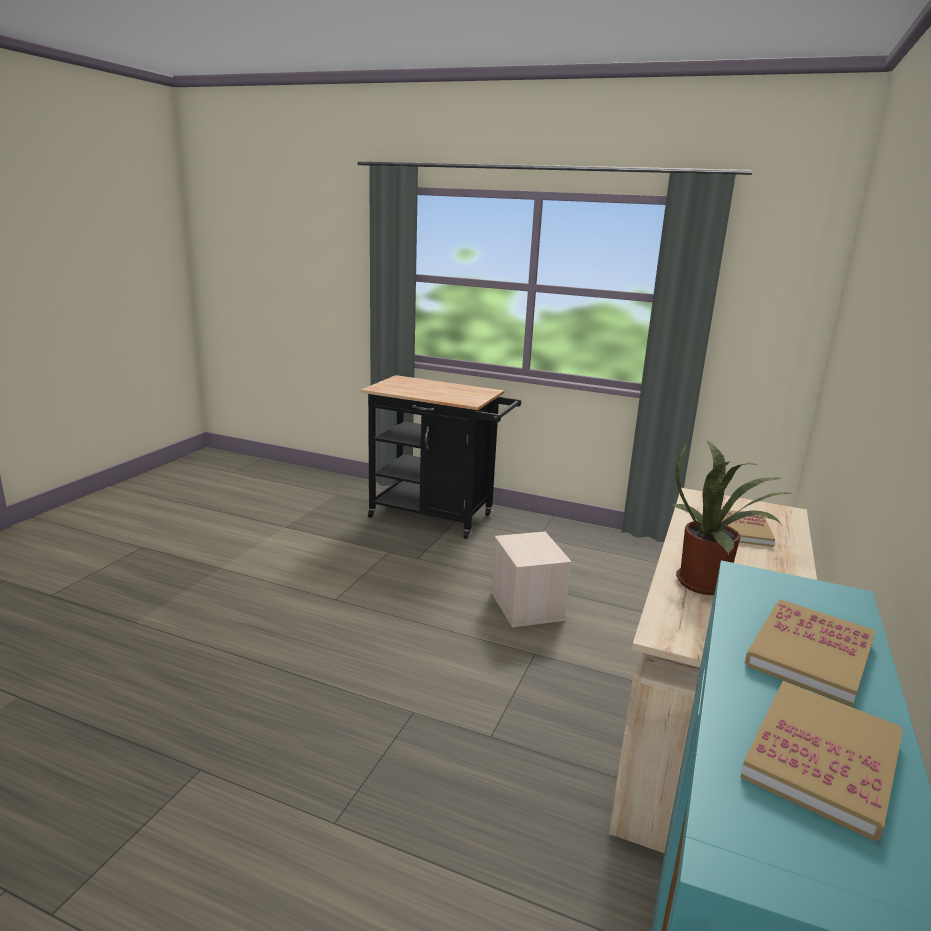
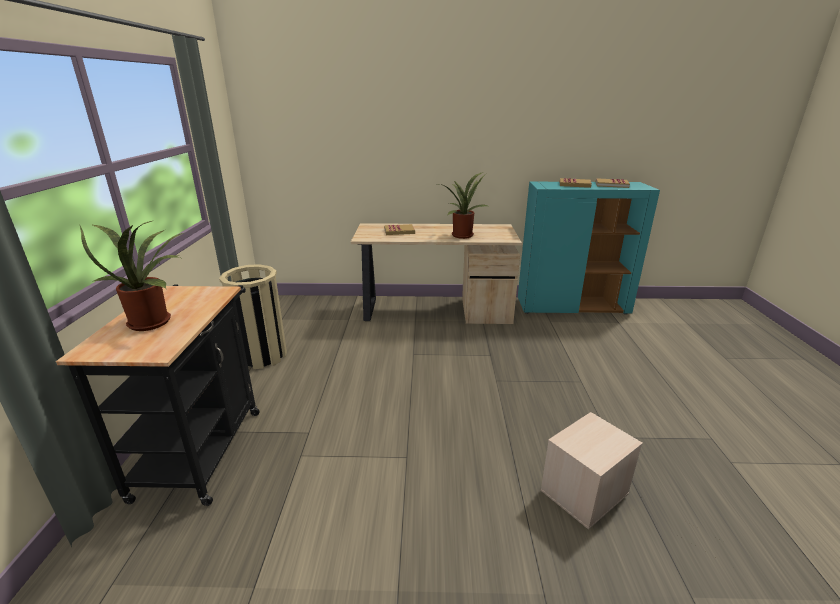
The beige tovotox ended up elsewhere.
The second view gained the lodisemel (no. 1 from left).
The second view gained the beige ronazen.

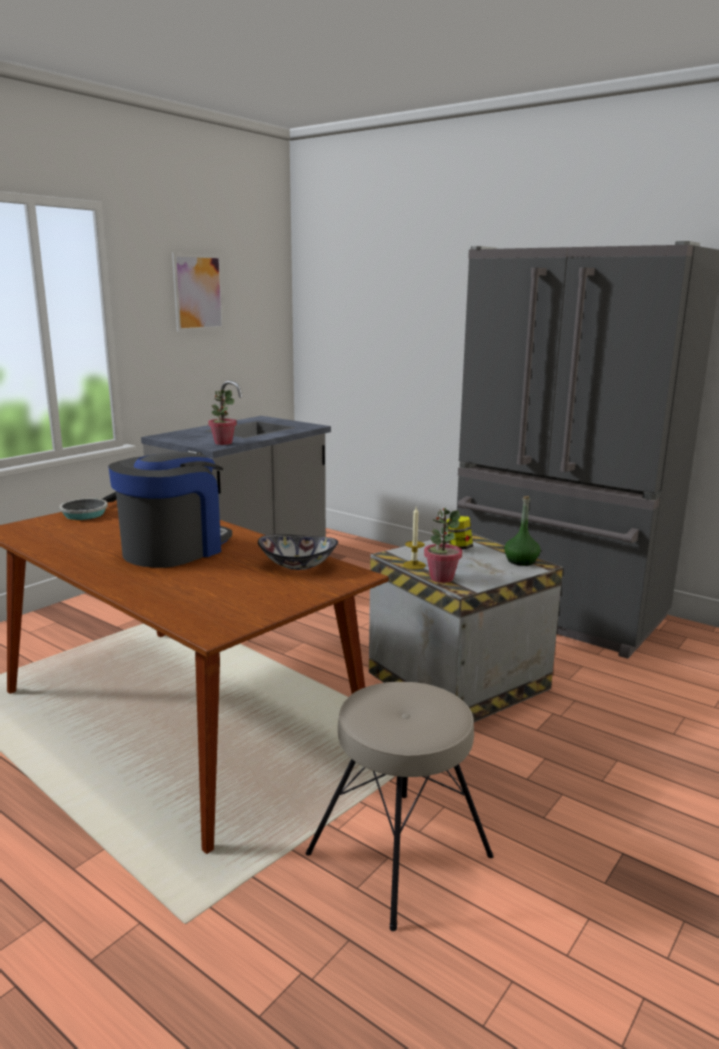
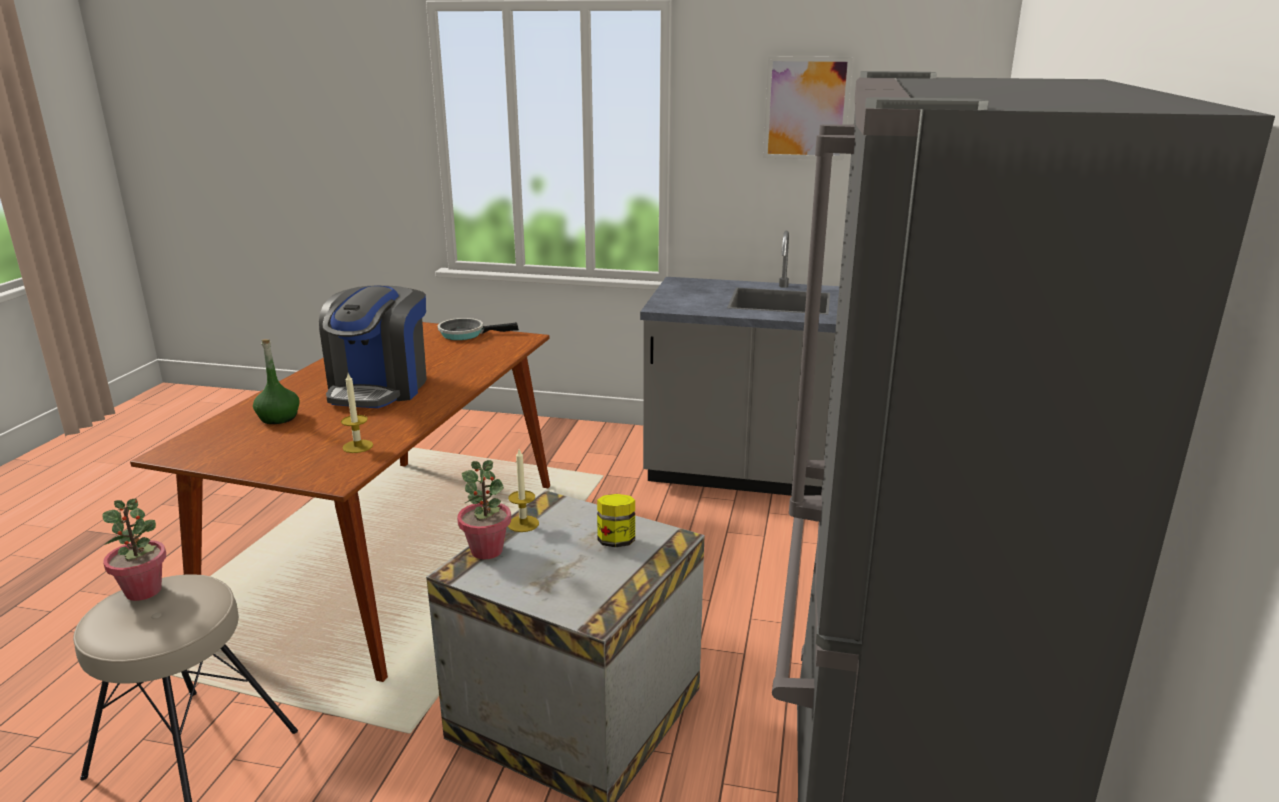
The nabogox ended up facing another way, 90 degrees clockwise from before.
The lodisemel (no. 1 from left) ended up elsewhere.
Where the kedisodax stood, the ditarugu (no. 1 from left) came to stand.
The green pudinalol ended up elsewhere.

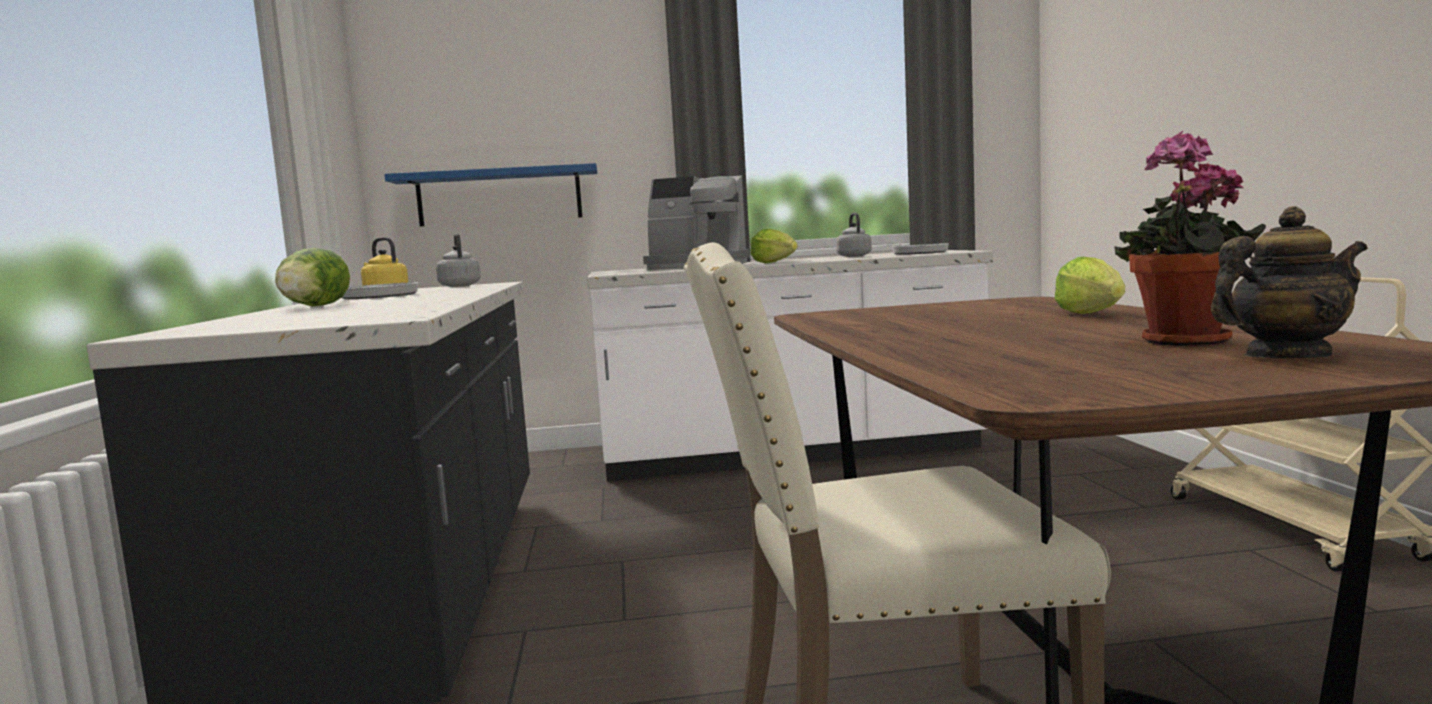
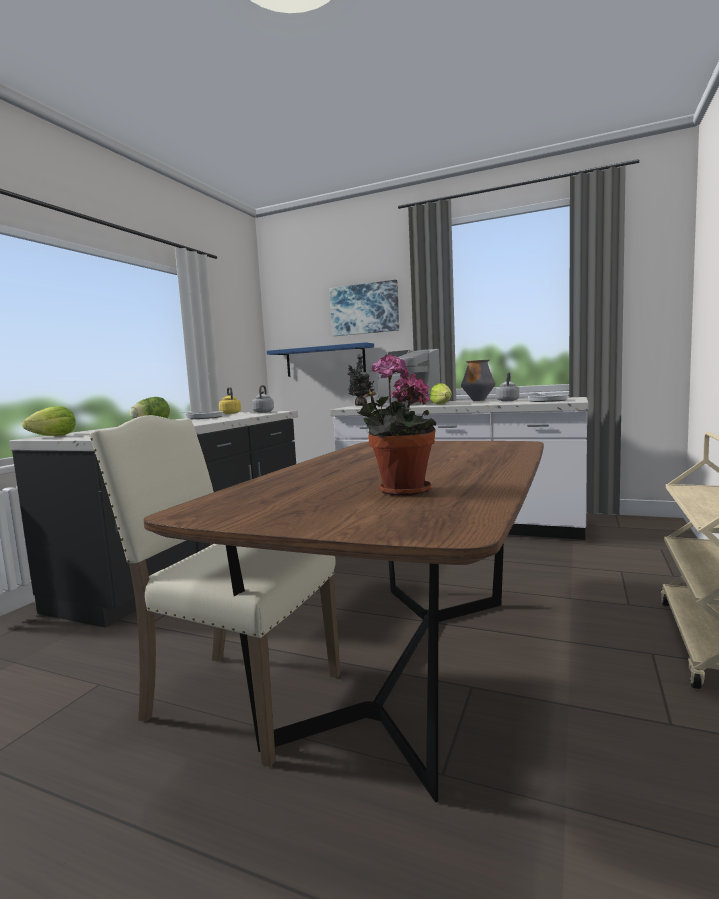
The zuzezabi (no. 3 from left in the first image) ended up elsewhere.
The second view lost the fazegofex.
The second view gained the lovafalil.
The second view gained the lodisemel (no. 1 from left).
The second view gained the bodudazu.

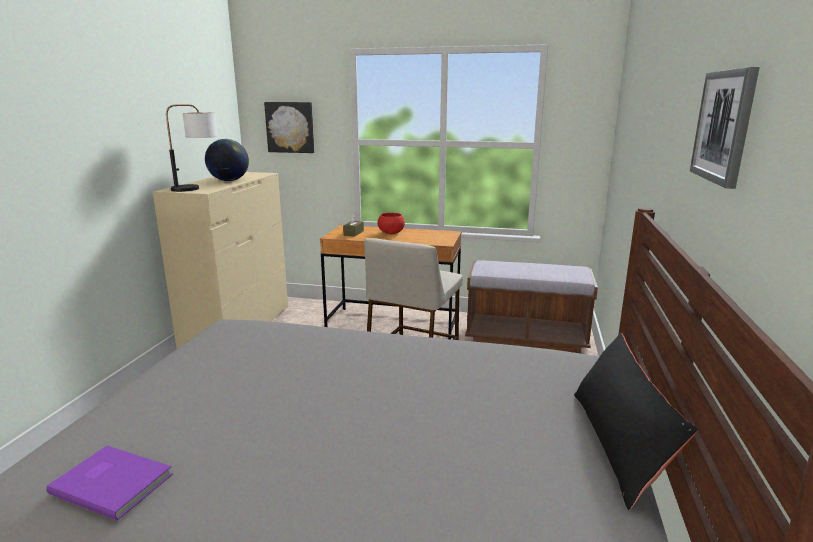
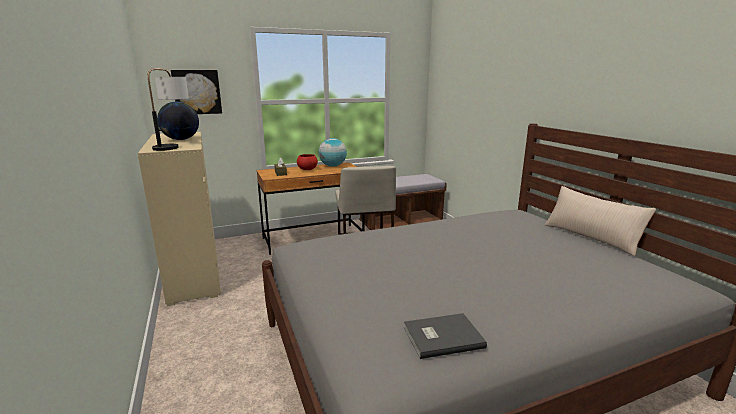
What was the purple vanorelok turned into the grey vanorelok.
What was the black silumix turned into the beige silumix.
The second view lost the lovafalil (no. 2 from left).
The second view gained the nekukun (no. 2 from left).

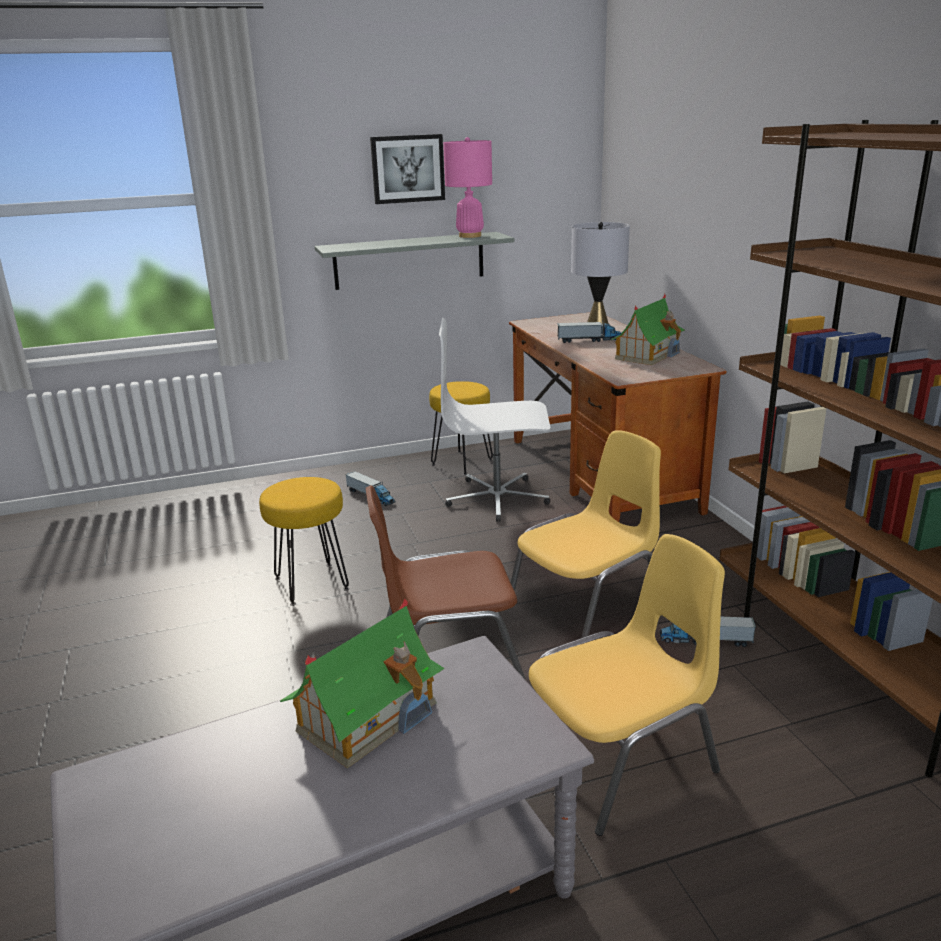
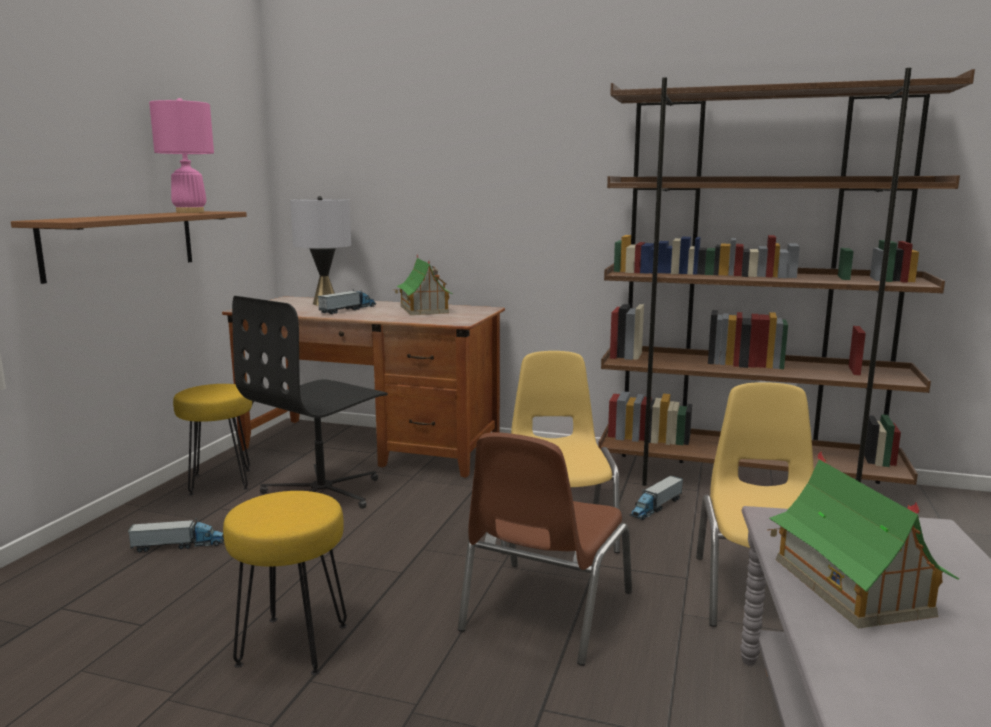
What was the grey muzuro turned into the brown muzuro.
The second view lost the lovafalil.
What was the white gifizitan turned into the black gifizitan.

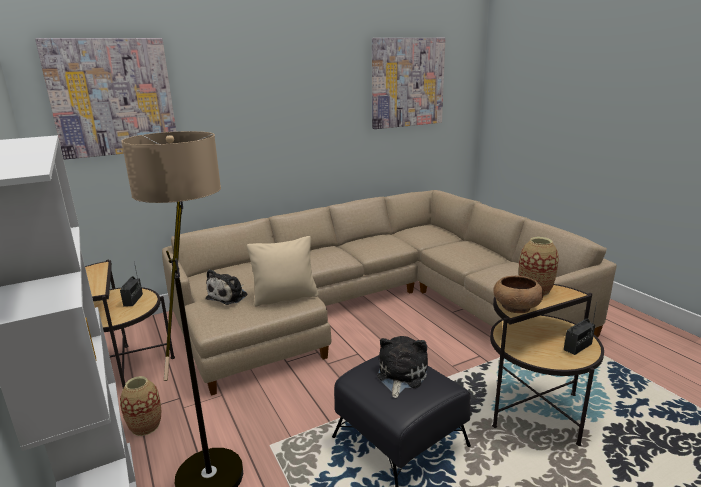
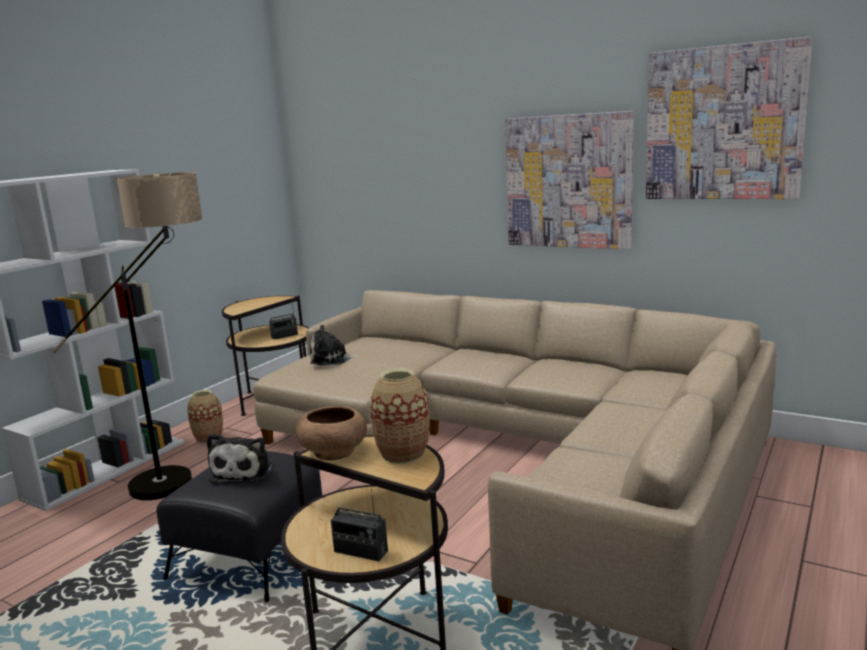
The lovafalil (no. 1 from left) ended up elsewhere.
The second view lost the beige silumix.
The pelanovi (no. 2 from left in the first image) ended up facing another way, 105 degrees clockwise from before.

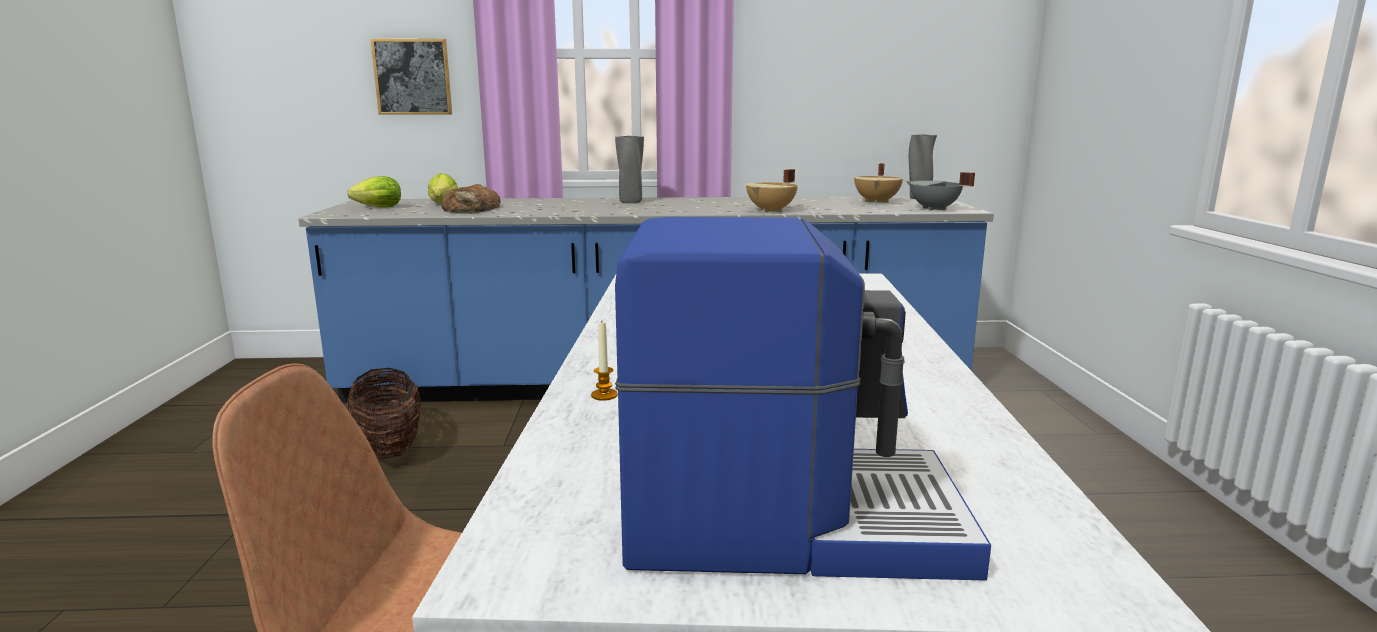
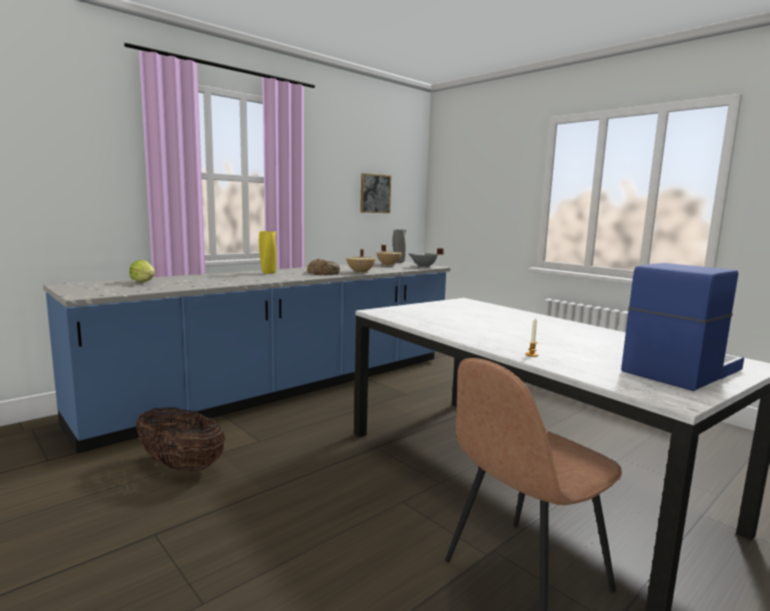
The second view lost the zuzezabi (no. 1 from left).
The lovafalil ended up elsewhere.
The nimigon ended up elsewhere.
What was the grey bodudazu (no. 1 from left) turned into the yellow bodudazu.

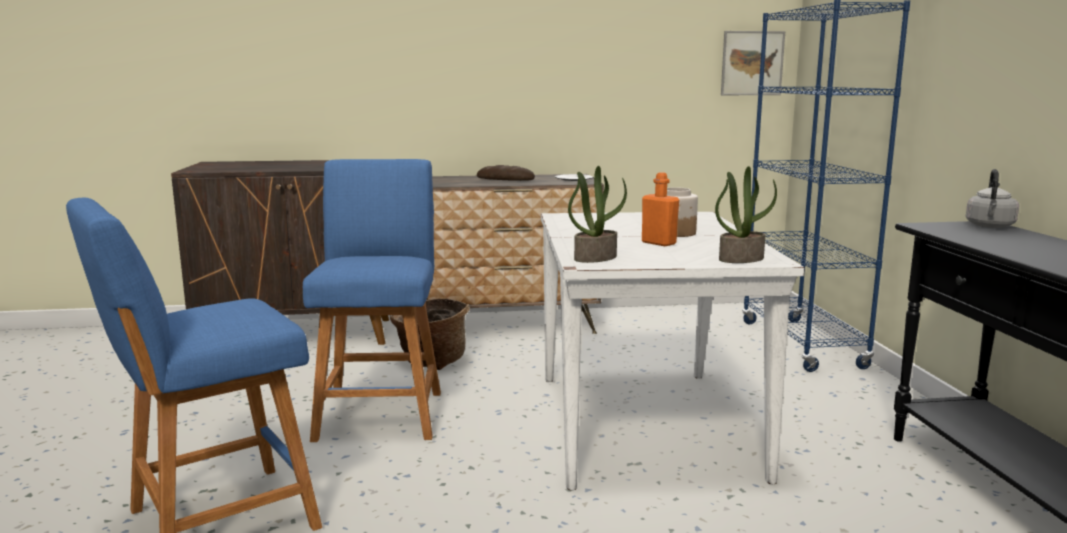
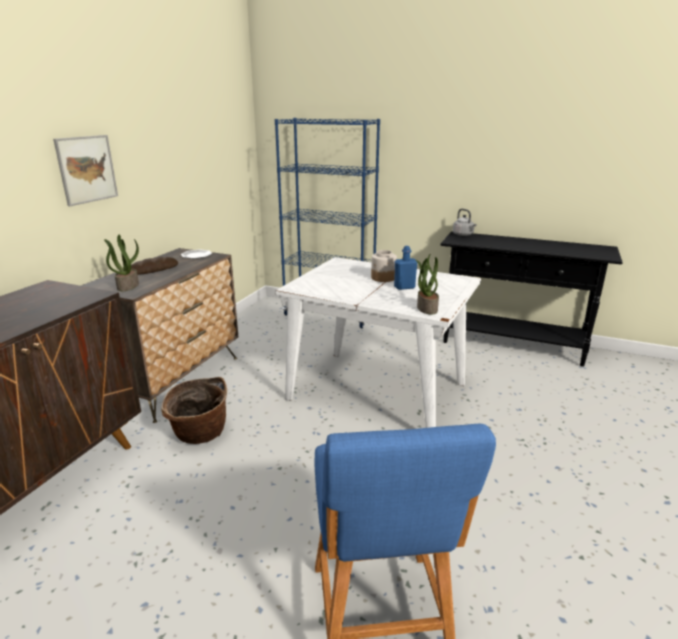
The second view lost the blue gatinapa (no. 2 from left).
What was the orange pudinalol turned into the blue pudinalol.
The lodisemel (no. 2 from left in the first image) ended up elsewhere.
The lovafalil ended up elsewhere.

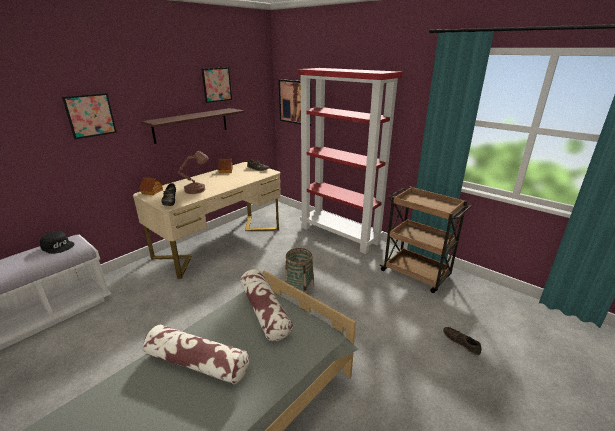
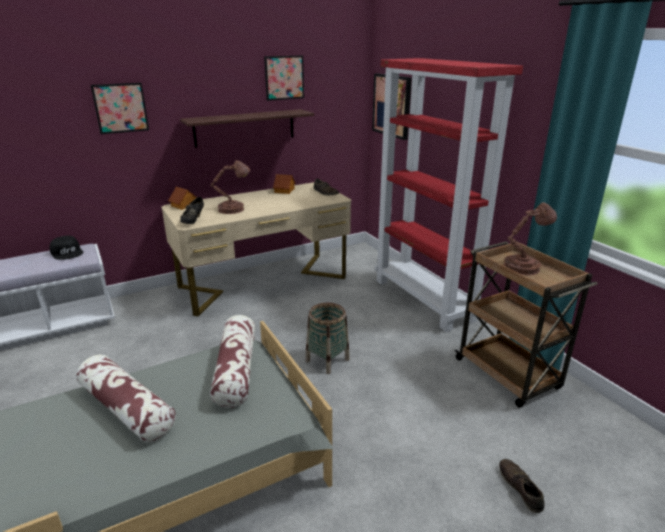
The second view gained the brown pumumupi (no. 2 from left).

